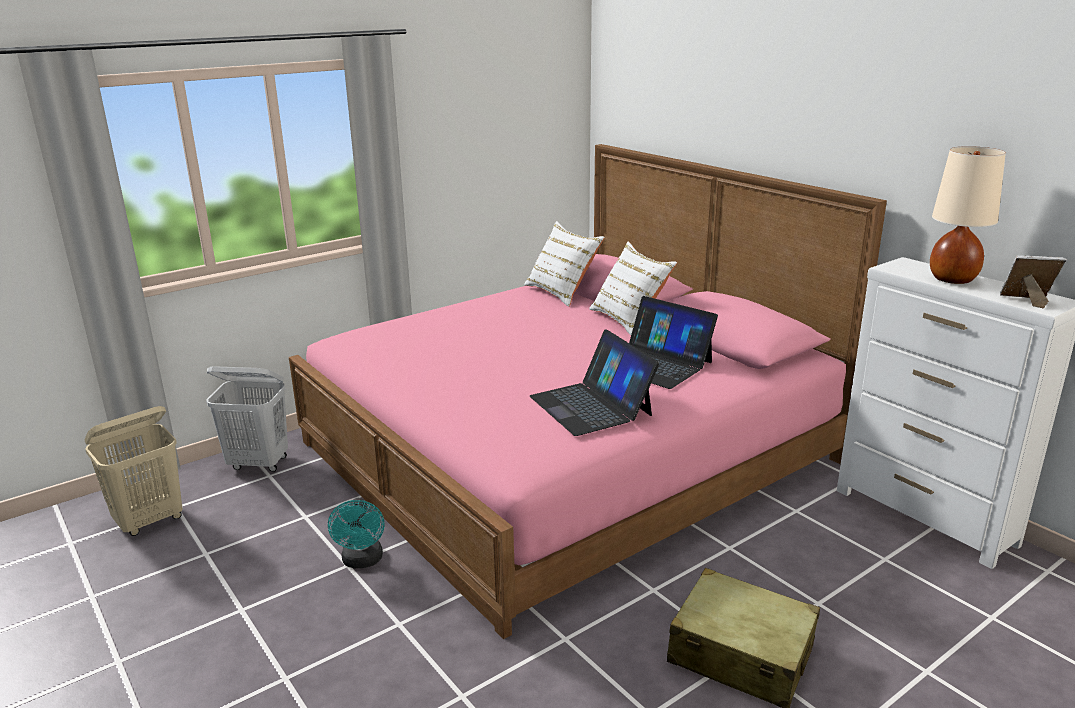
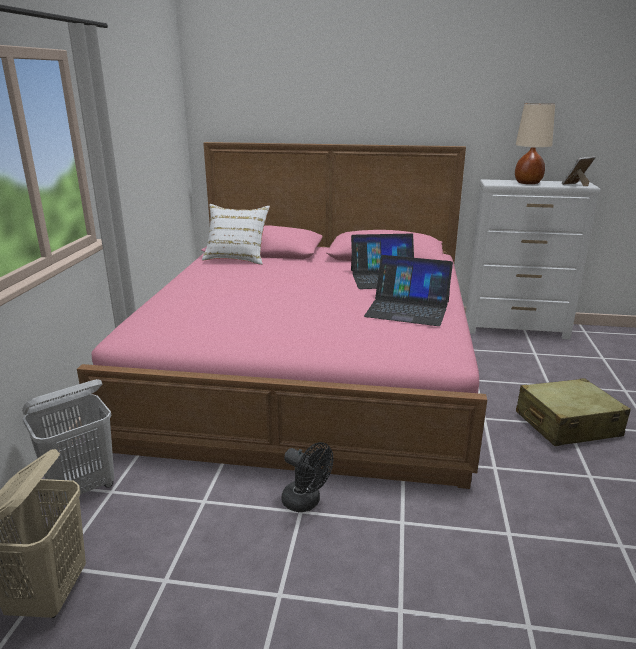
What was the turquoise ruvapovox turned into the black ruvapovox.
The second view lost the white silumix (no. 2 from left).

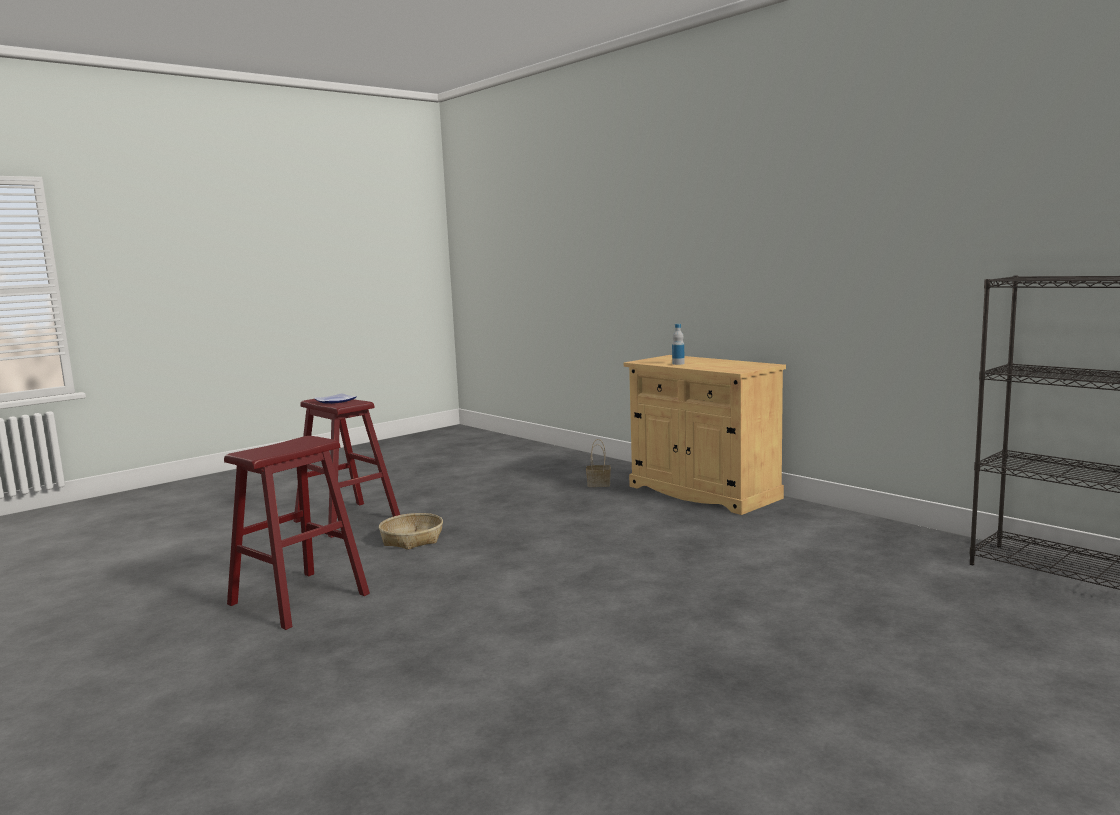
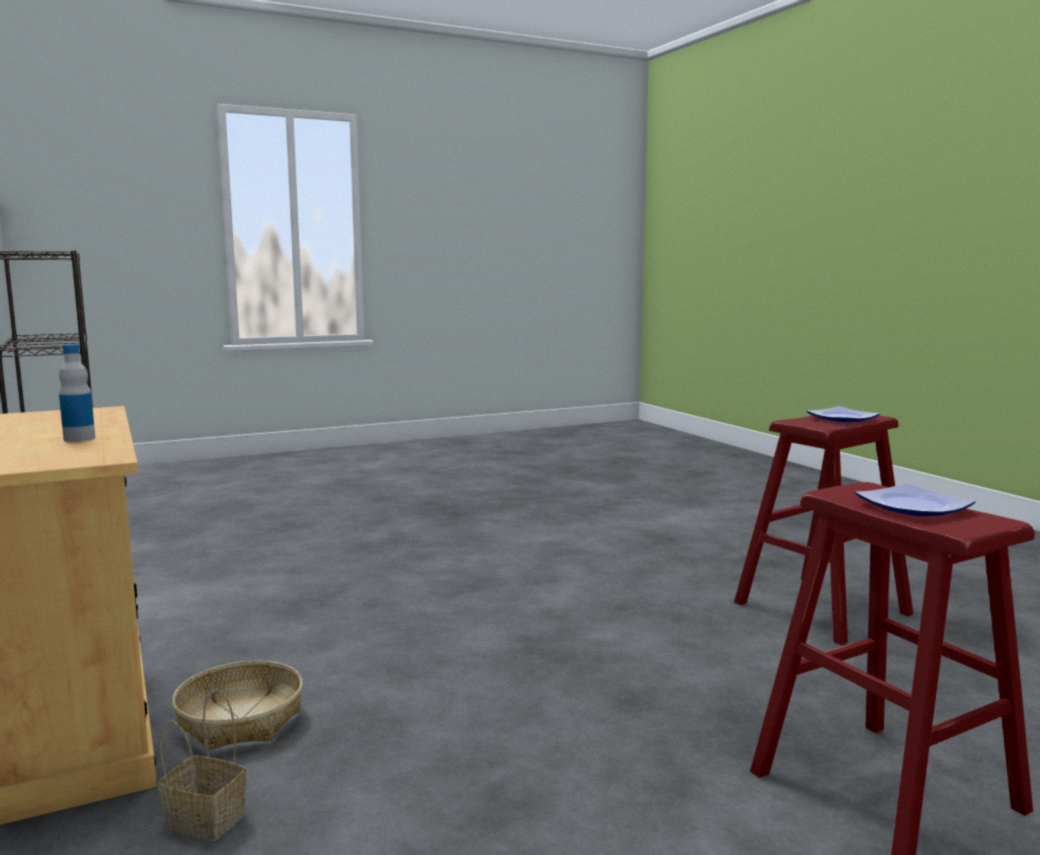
The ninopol (no. 1 from left in the first image) ended up elsewhere.
The second view gained the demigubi (no. 1 from left).

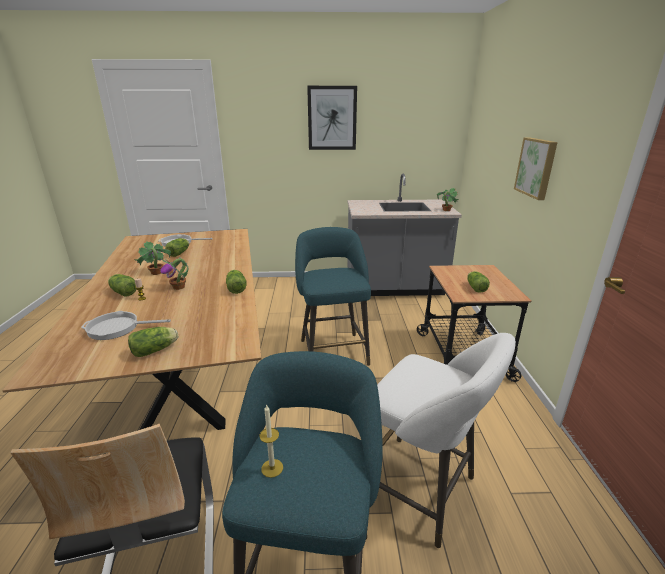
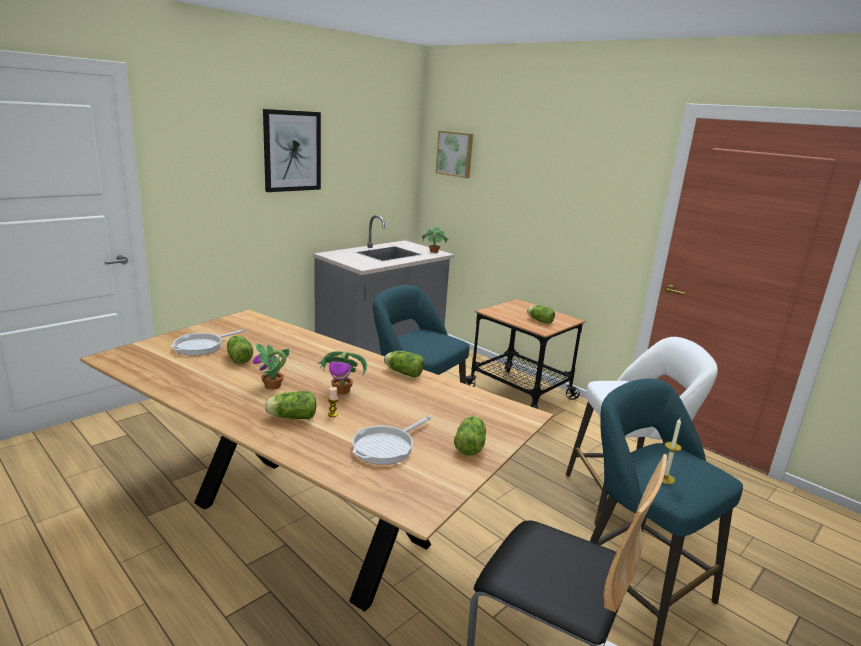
The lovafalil (no. 2 from left) ended up elsewhere.

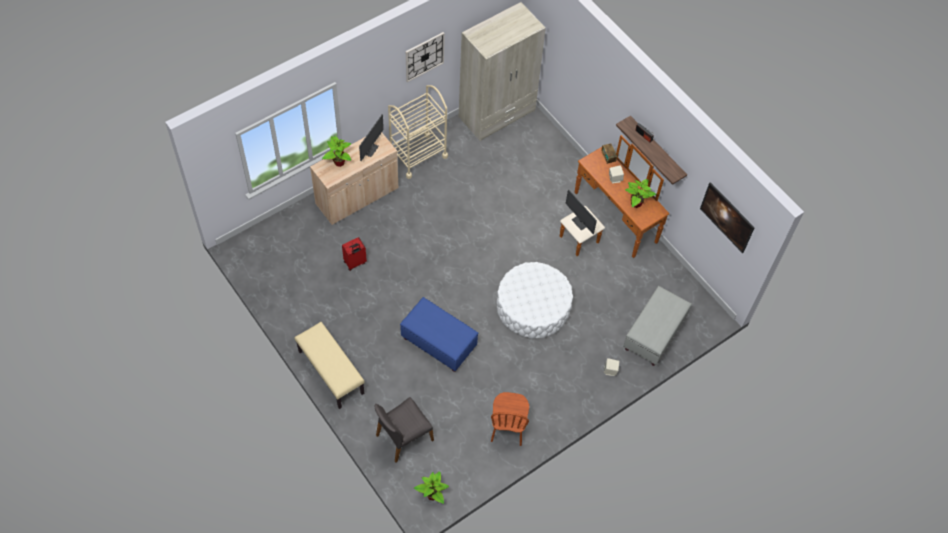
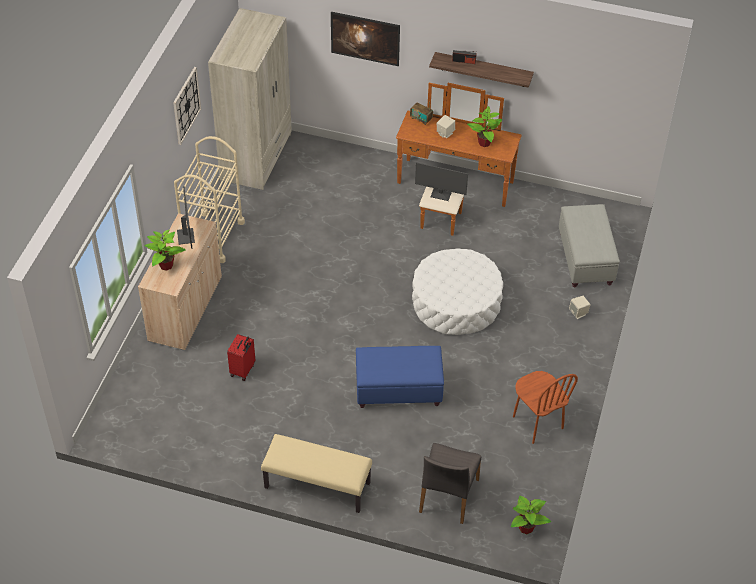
The lovafalil ended up elsewhere.

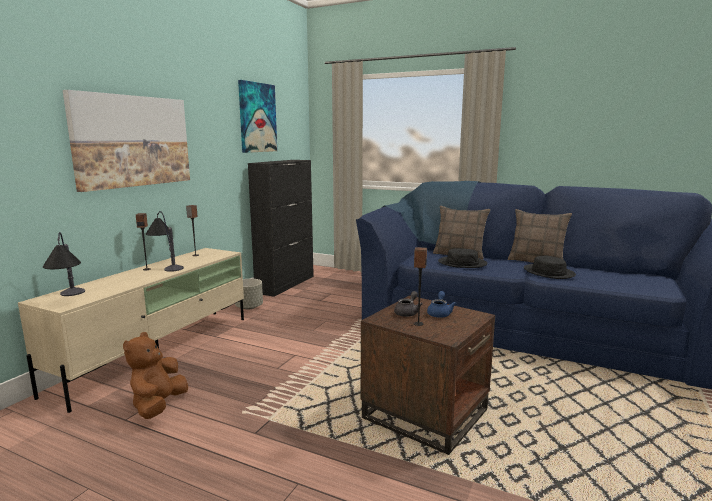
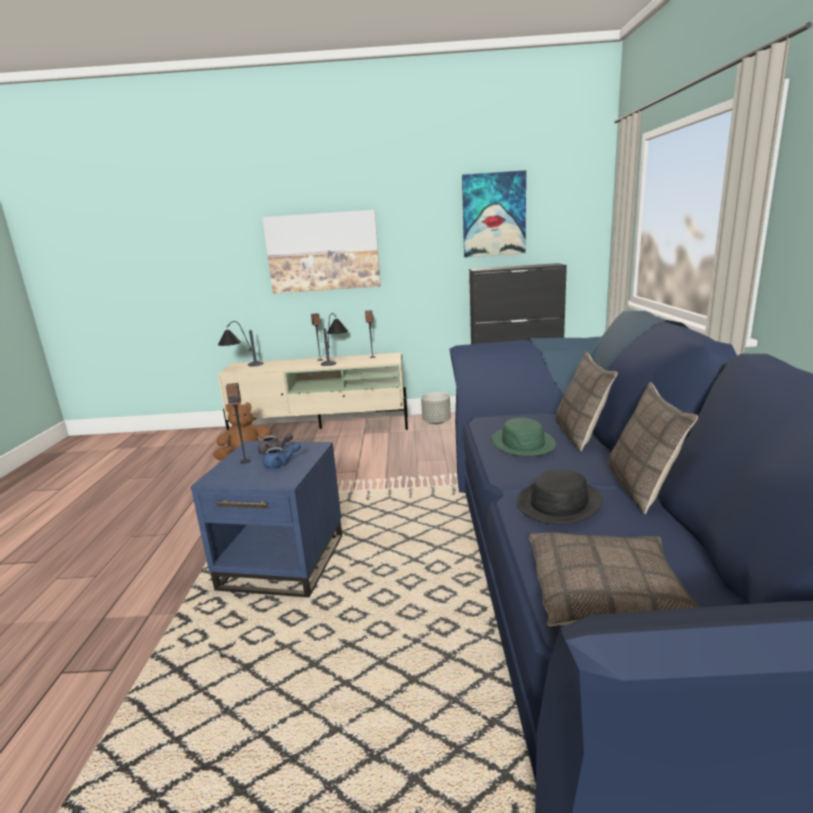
What was the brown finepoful turned into the blue finepoful.
What was the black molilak (no. 1 from left) turned into the green molilak.
The second view gained the silumix (no. 2 from left).

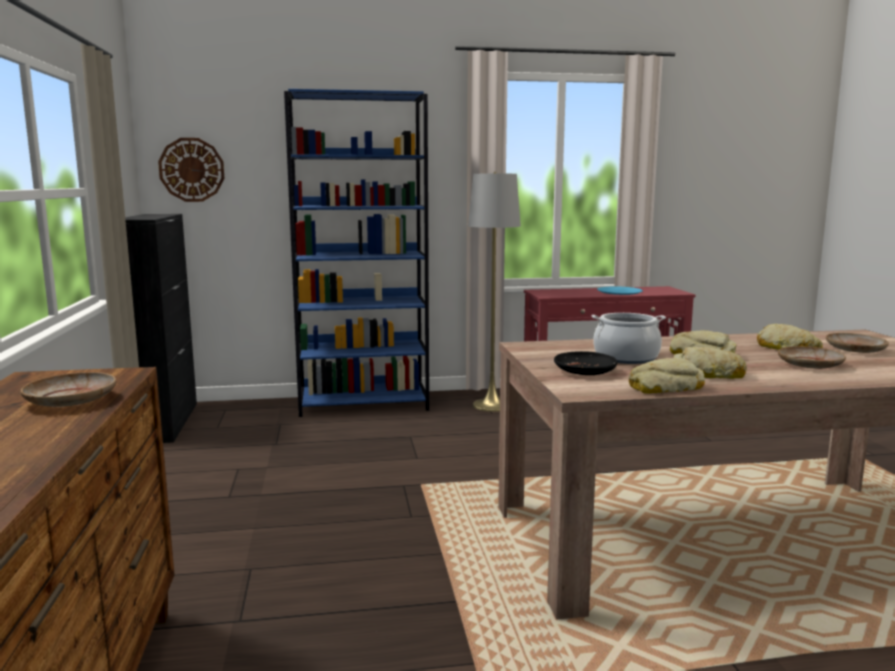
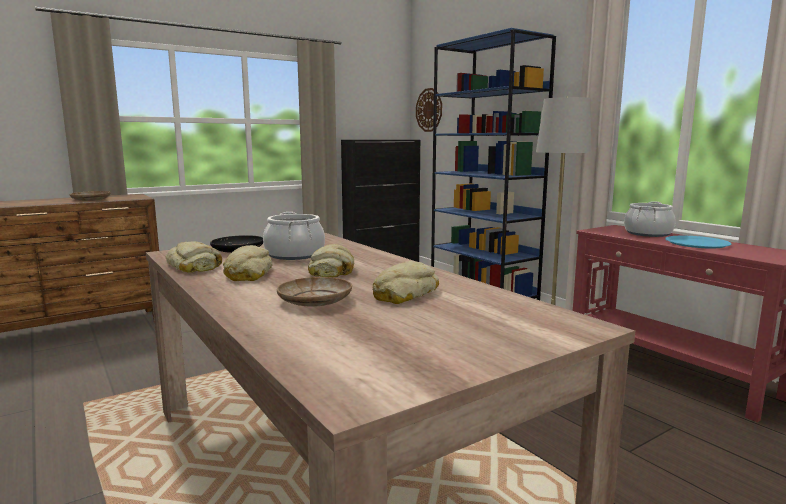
The second view lost the beige demigubi (no. 3 from left).
The second view gained the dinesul (no. 2 from left).

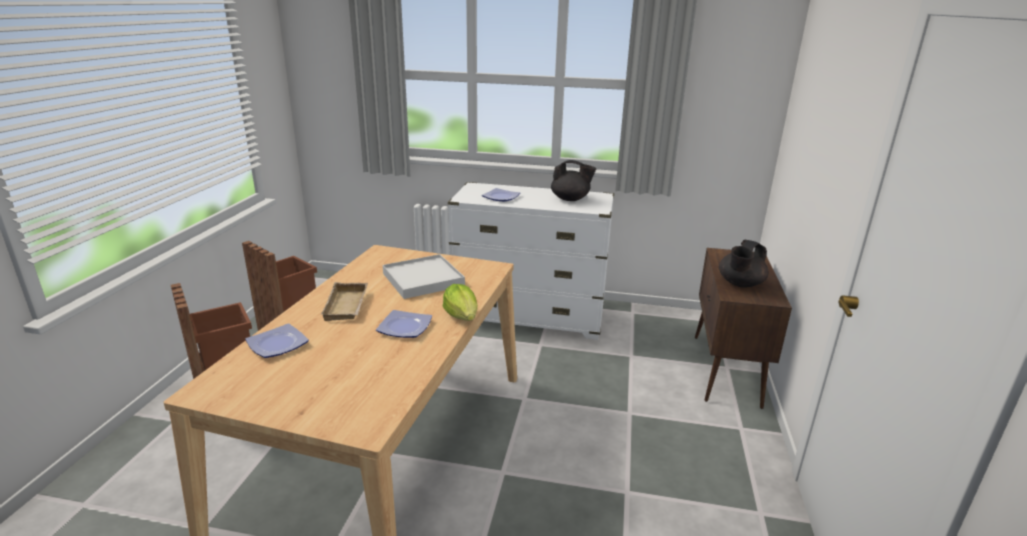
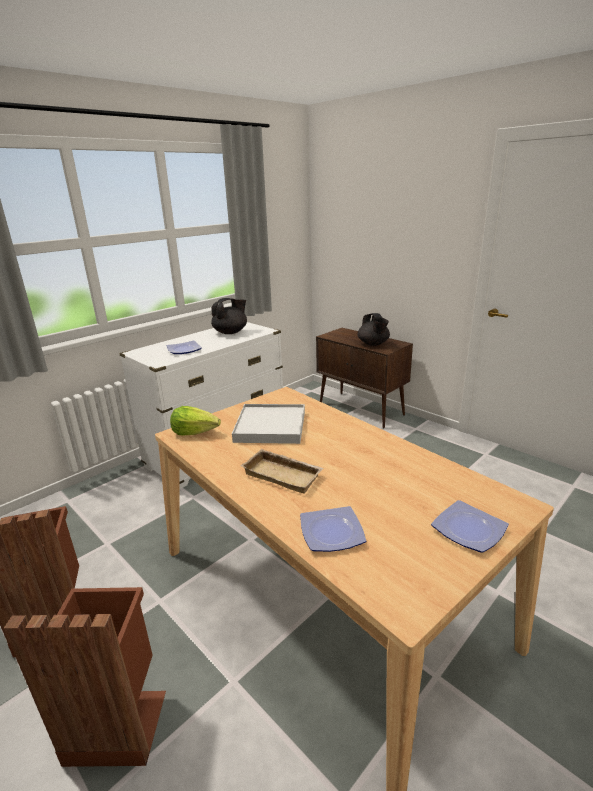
The demigubi (no. 2 from left in the first image) ended up elsewhere.
The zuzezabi ended up elsewhere.

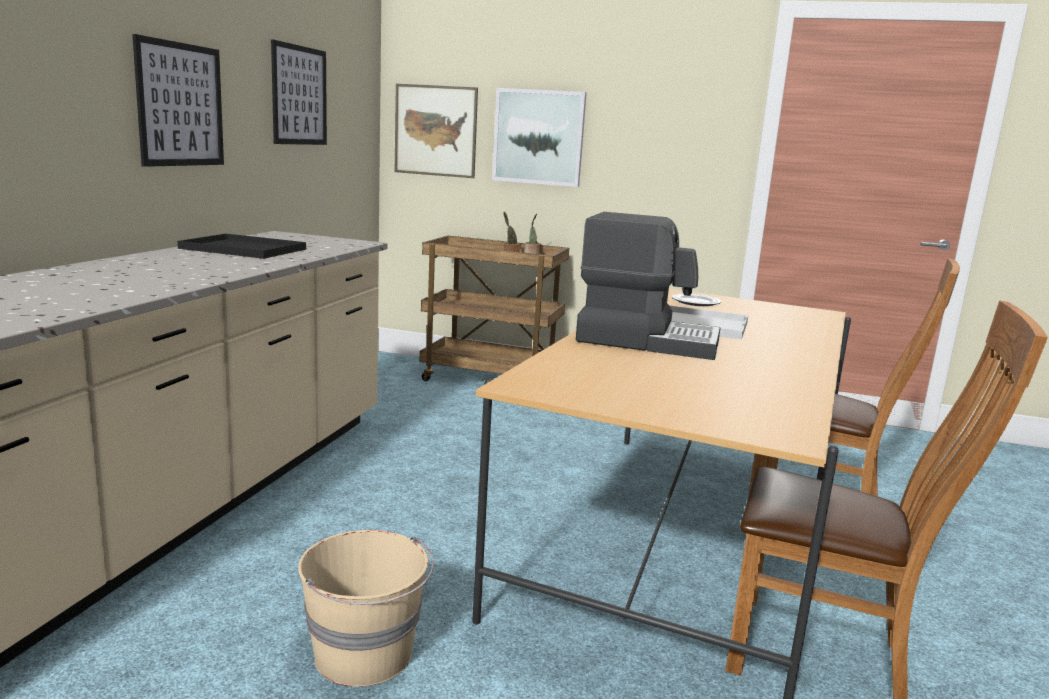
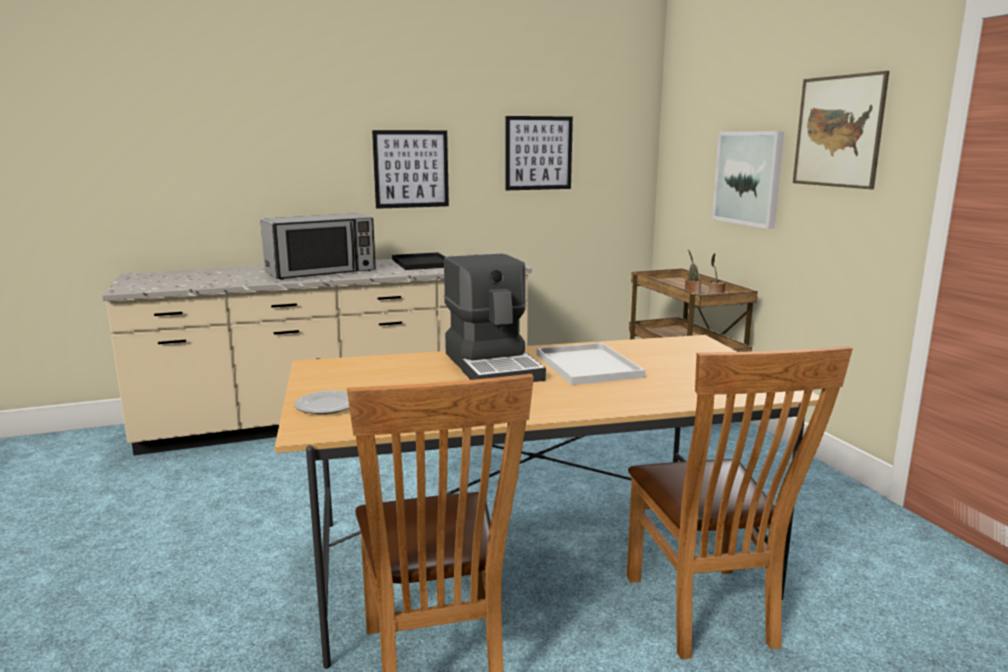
The second view lost the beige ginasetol.
The lovafalil (no. 3 from left in the first image) ended up elsewhere.
The demigubi ended up elsewhere.
The second view gained the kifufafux.

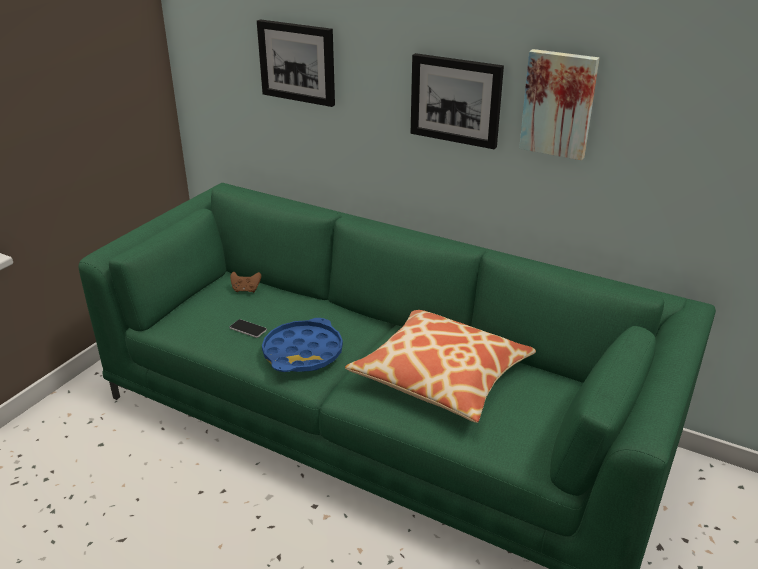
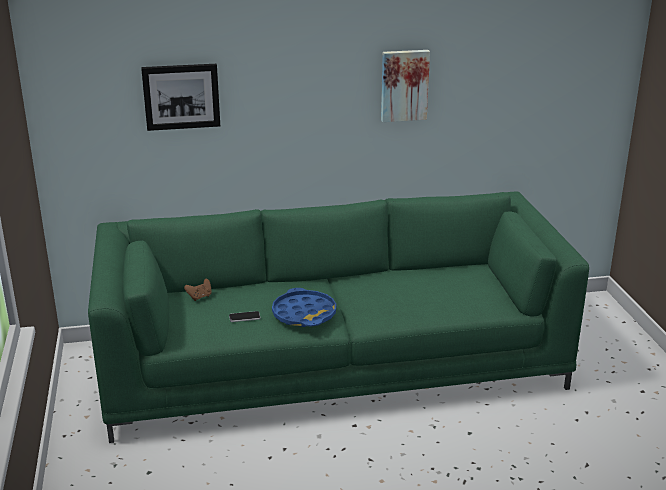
The second view lost the silumix.
The second view lost the lovafalil (no. 2 from left).

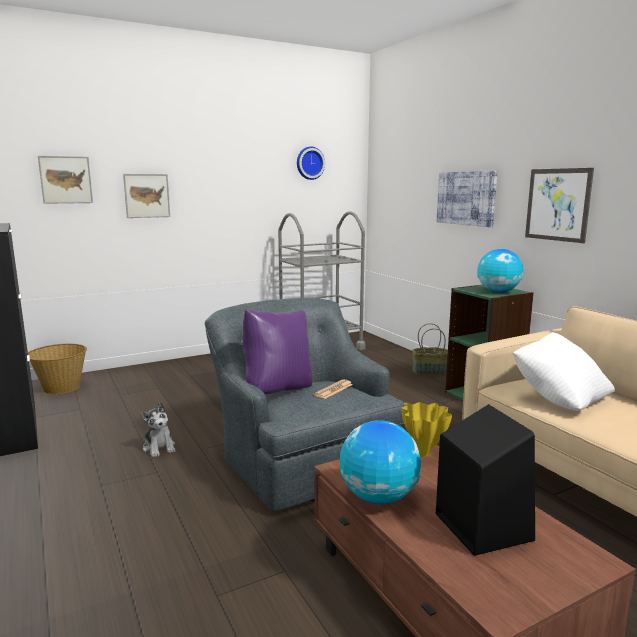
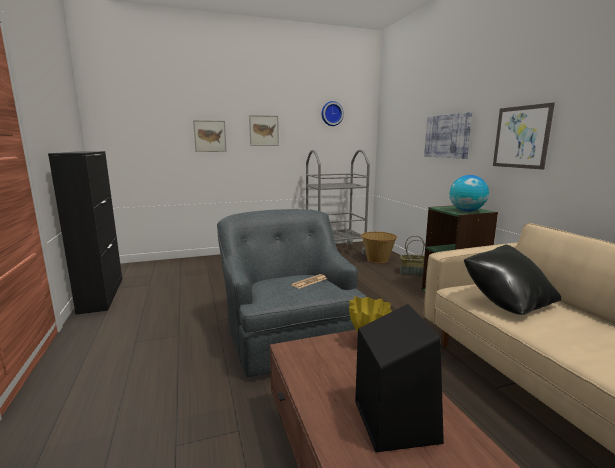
The ninopol (no. 1 from left) ended up elsewhere.
The lovafalil (no. 1 from left in the first image) ended up elsewhere.
The second view lost the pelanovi.
The second view lost the purple silumix.
The second view lost the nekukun (no. 1 from left).
What was the white silumix turned into the black silumix.

